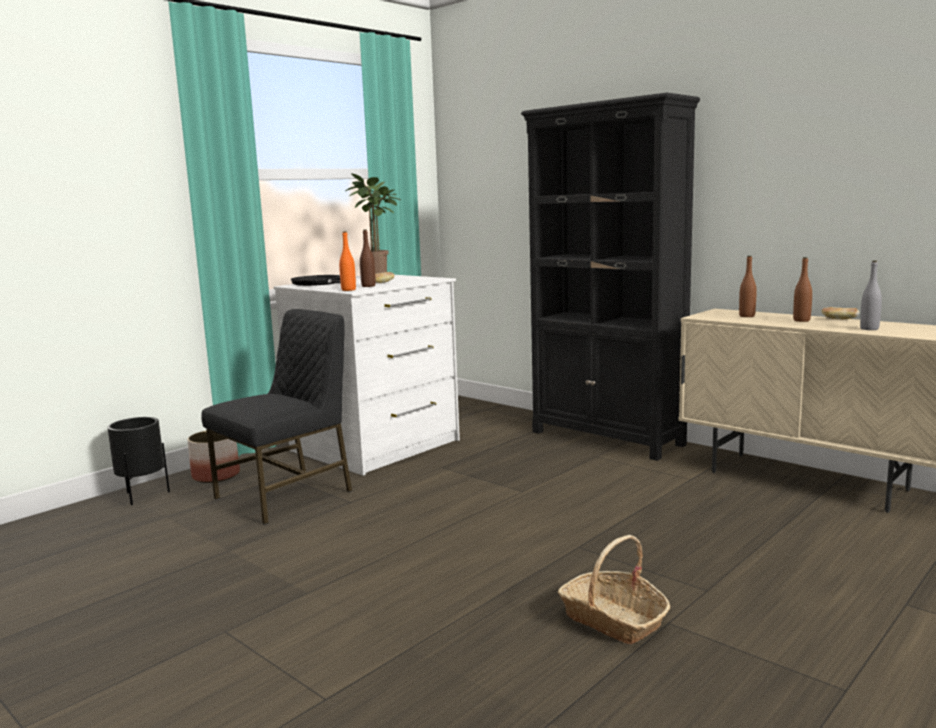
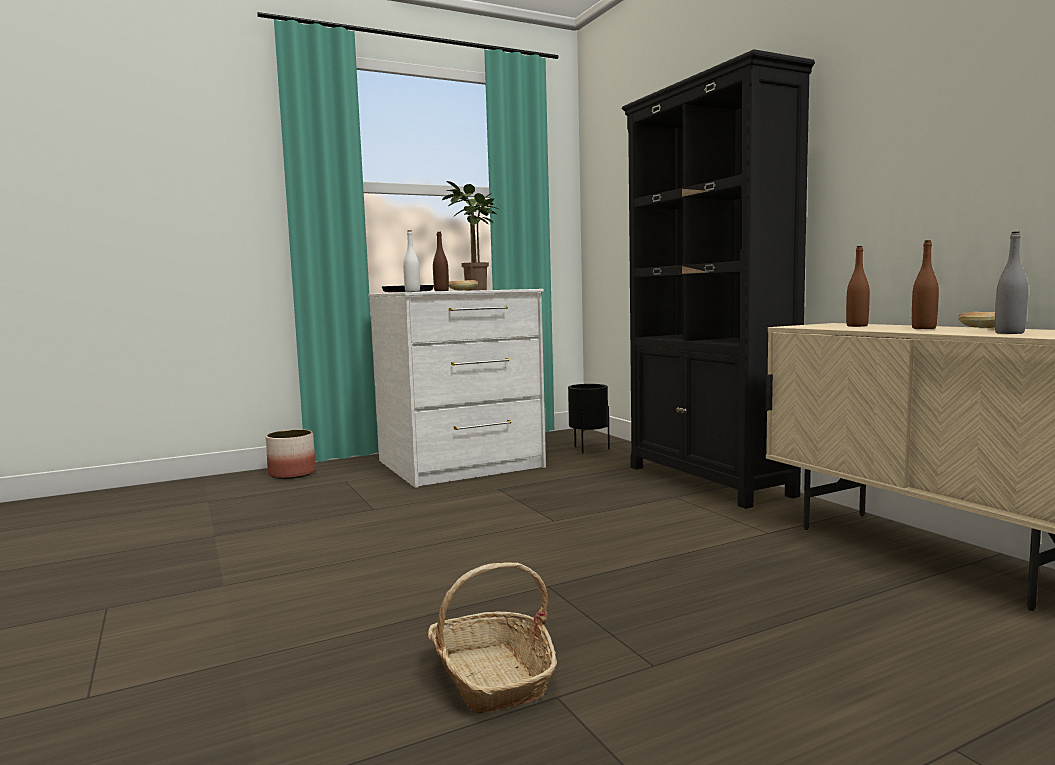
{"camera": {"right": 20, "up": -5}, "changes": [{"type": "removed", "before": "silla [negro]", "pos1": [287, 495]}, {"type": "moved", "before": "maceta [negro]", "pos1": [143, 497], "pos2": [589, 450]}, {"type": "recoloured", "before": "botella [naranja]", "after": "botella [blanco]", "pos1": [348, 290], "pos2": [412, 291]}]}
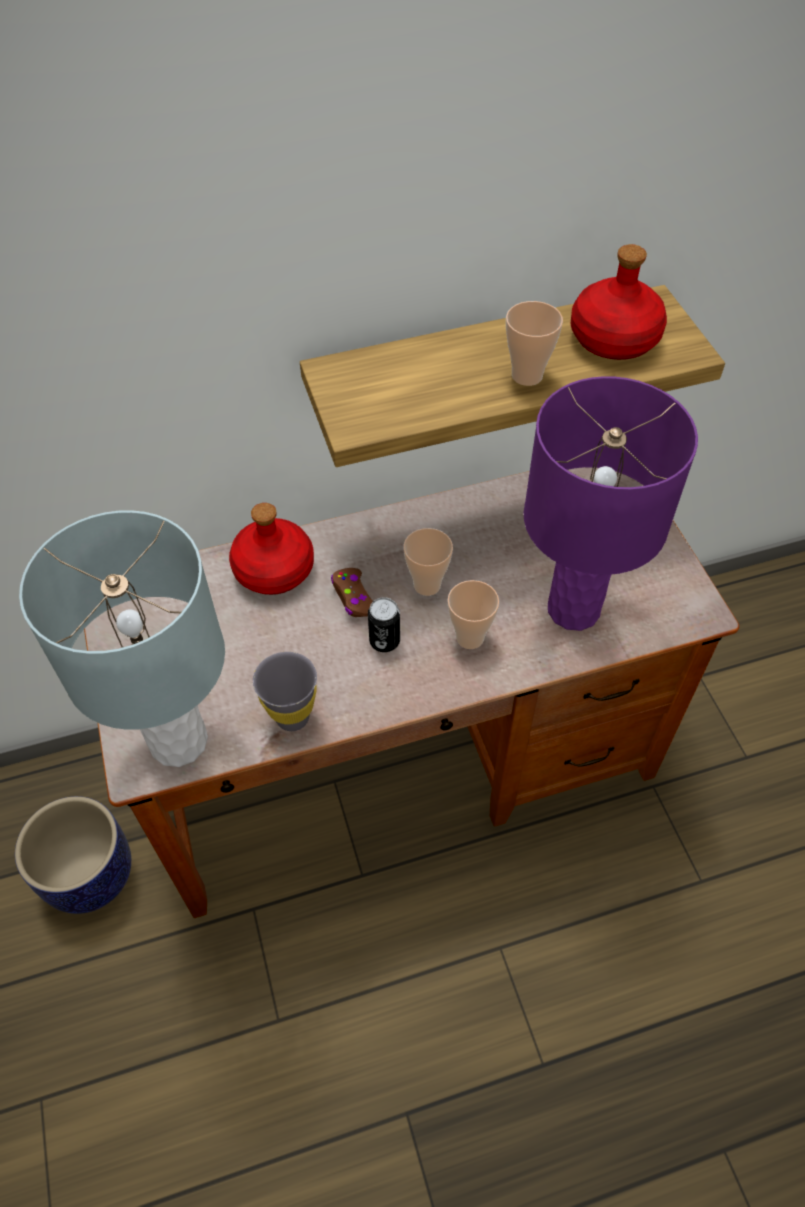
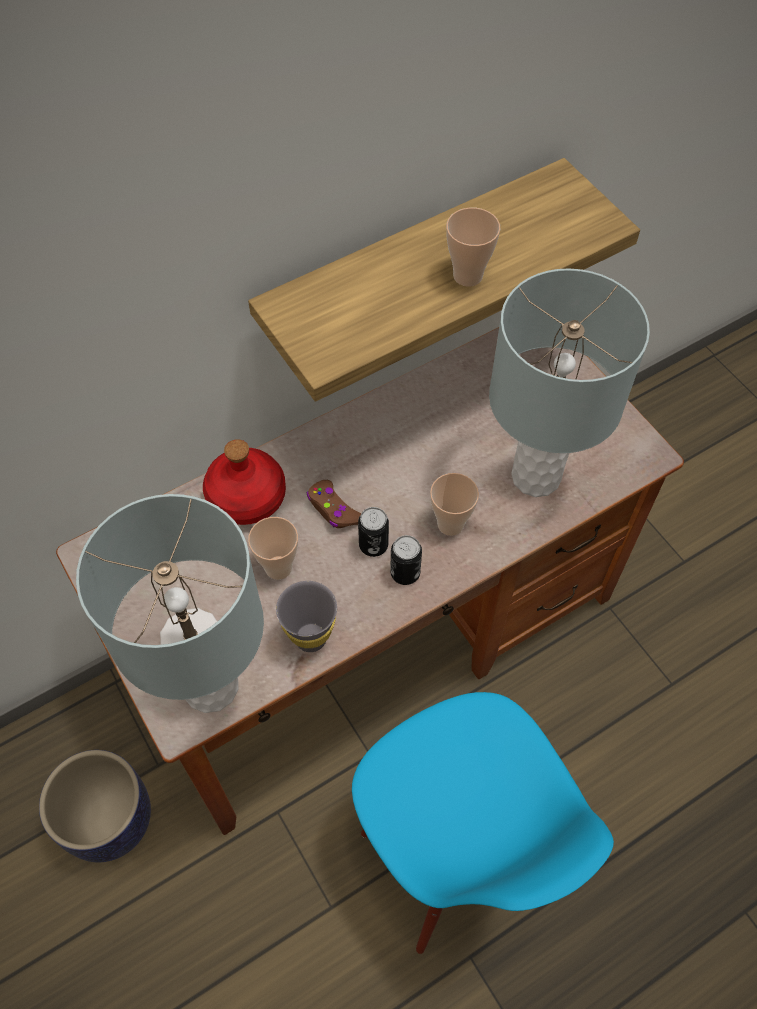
{"camera": {"right": -15, "up": 5}, "changes": [{"type": "removed", "before": "botella [rojo]", "pos1": [612, 339]}, {"type": "added", "after": "silla [azul]", "pos2": [459, 852]}, {"type": "added", "after": "lata", "pos2": [405, 573]}, {"type": "moved", "before": "taza", "pos1": [427, 585], "pos2": [278, 567]}, {"type": "recoloured", "before": "lámpara de mesa [morado]", "after": "lámpara de mesa [gris]", "pos1": [572, 609], "pos2": [535, 476]}]}
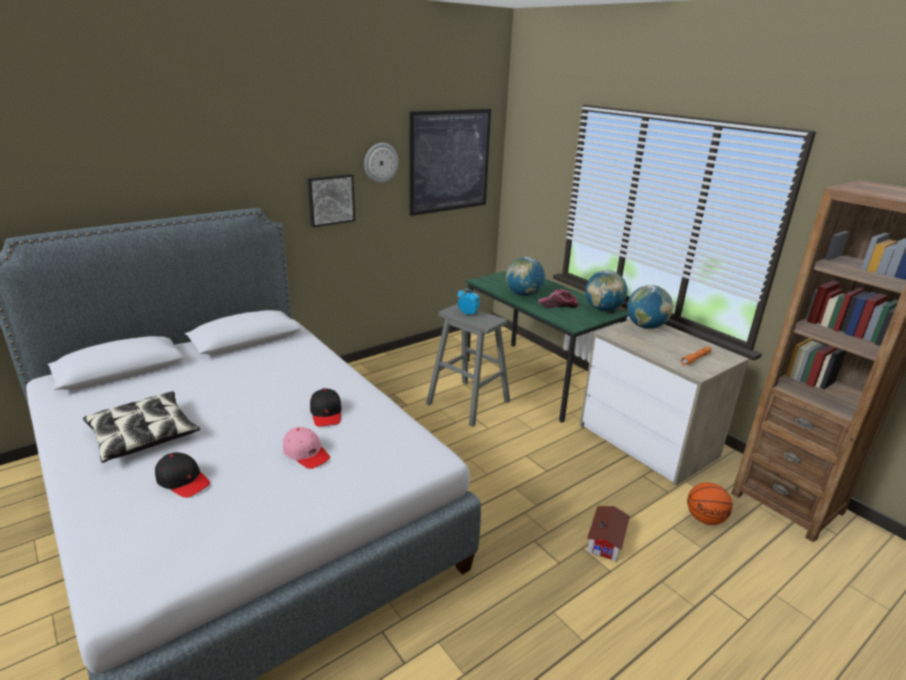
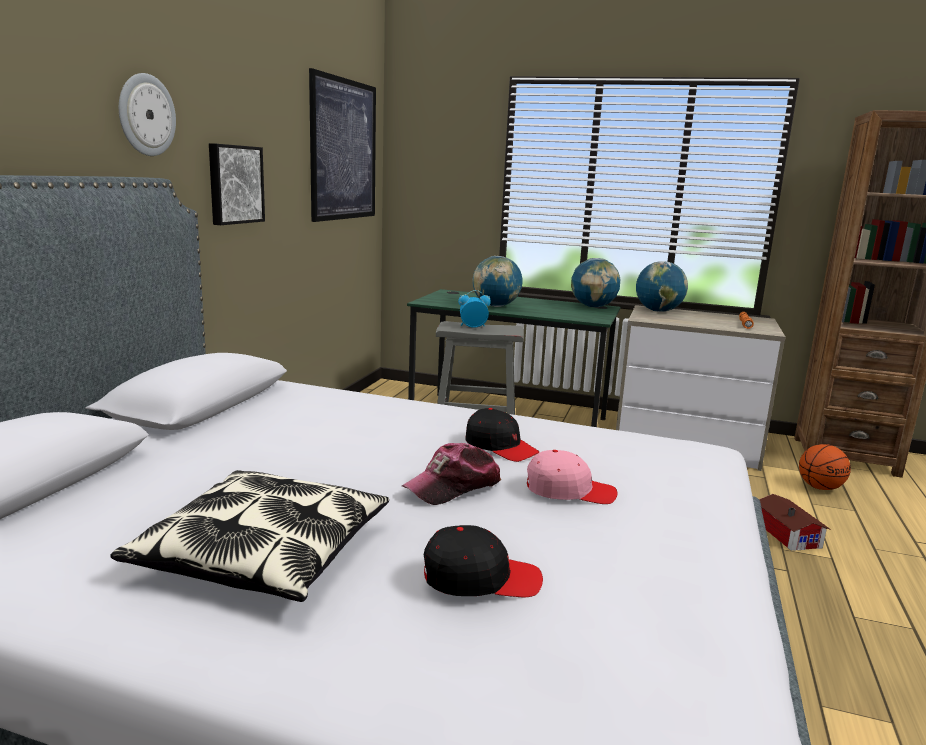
{"camera": {"right": -35, "up": -10}, "changes": [{"type": "moved", "before": "reloj de pared", "pos1": [380, 162], "pos2": [146, 115]}, {"type": "moved", "before": "gorra", "pos1": [558, 305], "pos2": [453, 486]}]}
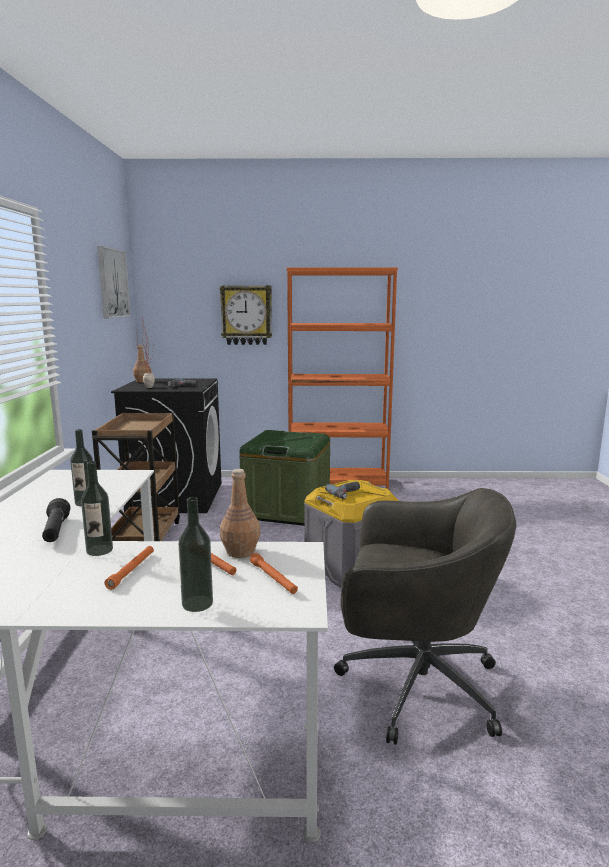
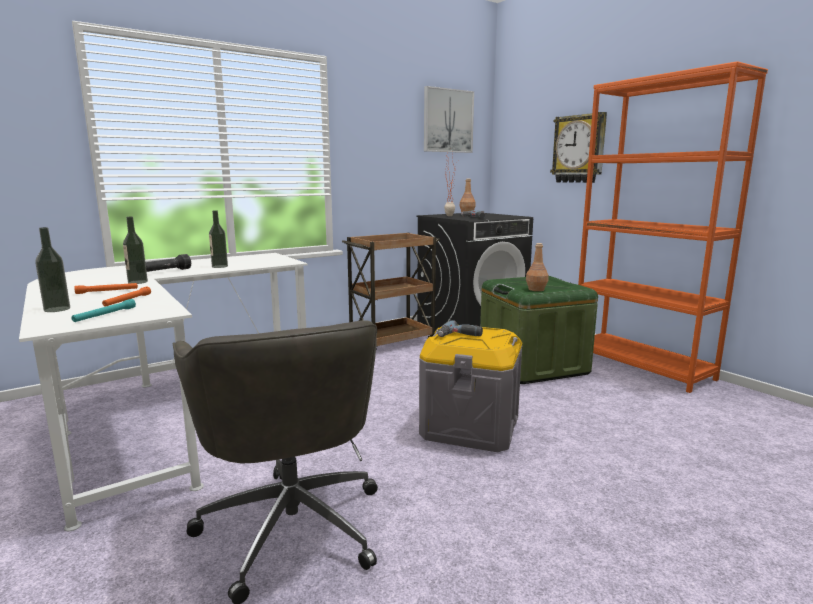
{"camera": {"right": 55, "up": 0}, "changes": [{"type": "moved", "before": "botella [marrón]", "pos1": [241, 552], "pos2": [536, 289]}, {"type": "recoloured", "before": "linterna [naranja]", "after": "linterna [turquesa]", "pos1": [273, 578], "pos2": [105, 315]}]}
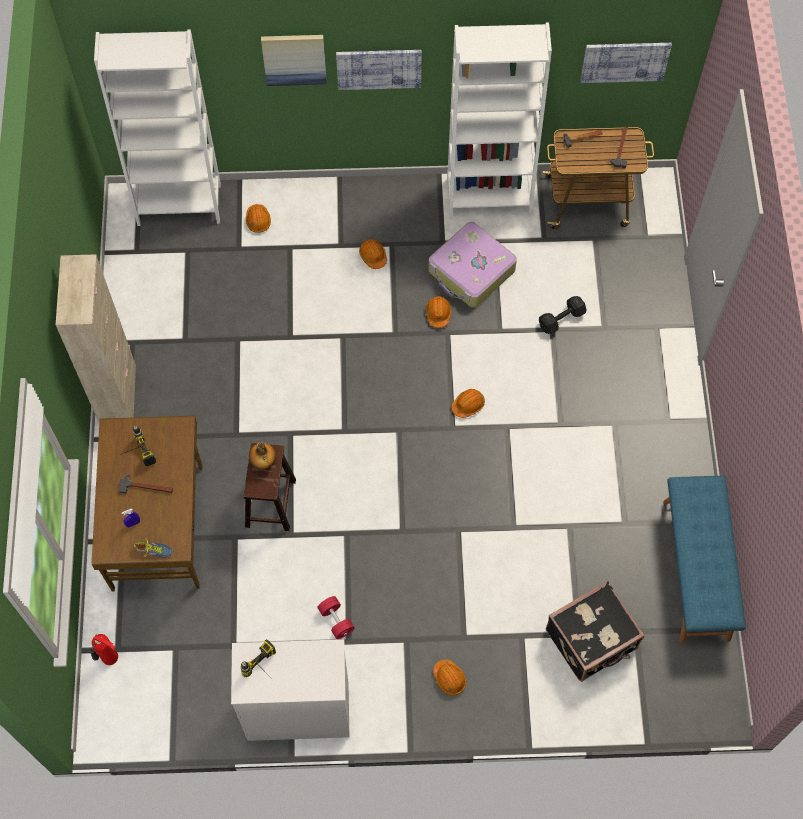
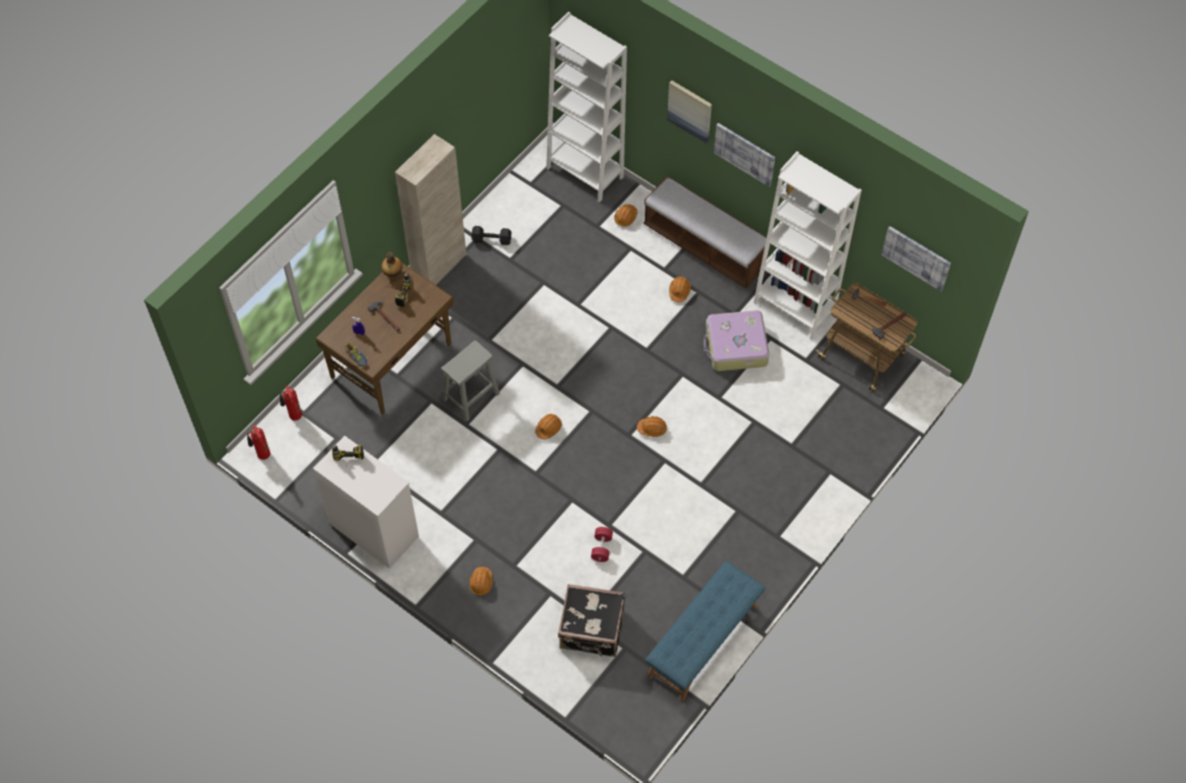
{"camera": {"right": 40, "up": -5}, "changes": [{"type": "added", "after": "extintor", "pos2": [263, 455]}, {"type": "added", "after": "banco", "pos2": [705, 247]}, {"type": "moved", "before": "botella", "pos1": [263, 462], "pos2": [392, 273]}, {"type": "moved", "before": "mancuerna [rojo]", "pos1": [336, 620], "pos2": [601, 548]}, {"type": "moved", "before": "casco [naranja]", "pos1": [438, 313], "pos2": [548, 428]}, {"type": "moved", "before": "mancuerna [negro]", "pos1": [562, 319], "pos2": [492, 240]}, {"type": "recoloured", "before": "taburete [marrón]", "after": "taburete [gris]", "pos1": [270, 504], "pos2": [470, 397]}]}
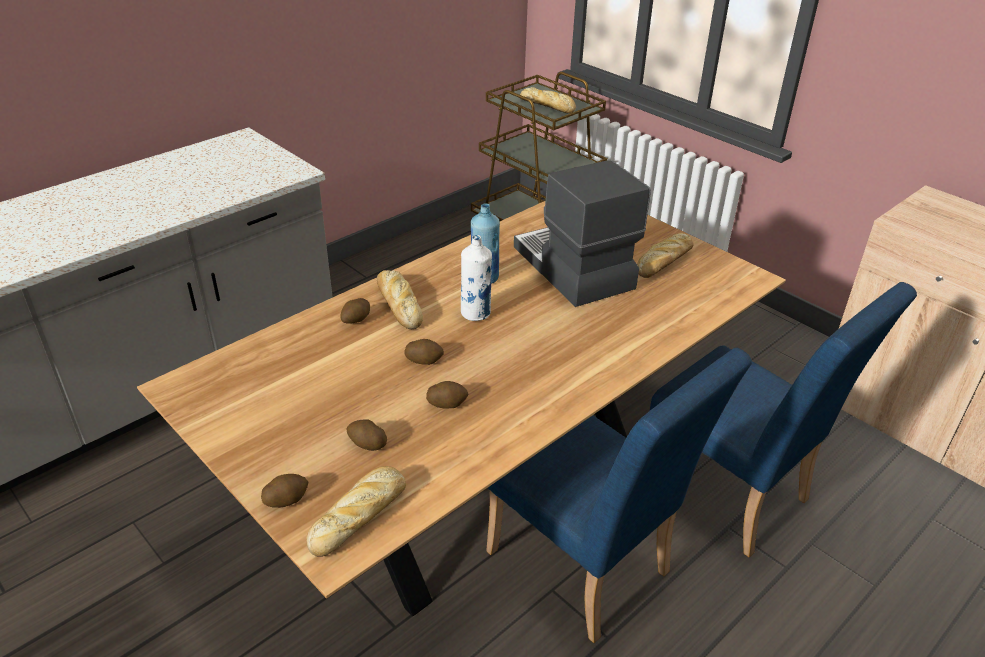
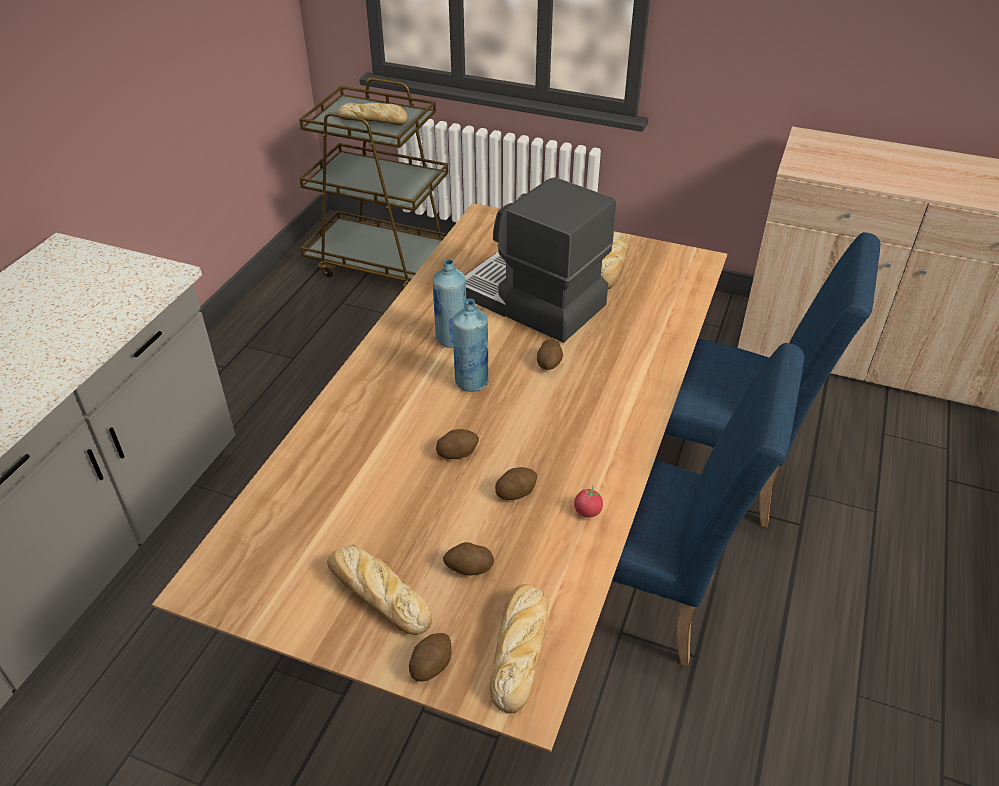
{"camera": {"right": -25, "up": 5}, "changes": [{"type": "added", "after": "tomate", "pos2": [587, 511]}, {"type": "moved", "before": "patata", "pos1": [356, 320], "pos2": [549, 364]}, {"type": "moved", "before": "pan", "pos1": [398, 304], "pos2": [377, 594]}, {"type": "recoloured", "before": "botella [blanco]", "after": "botella [azul]", "pos1": [475, 313], "pos2": [471, 382]}]}
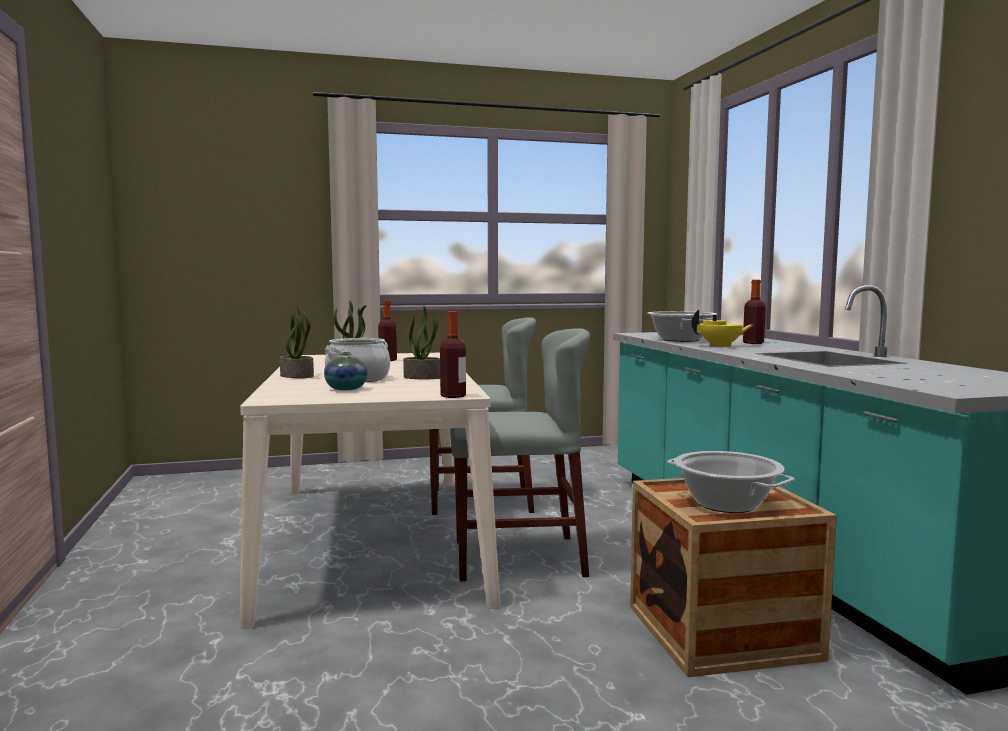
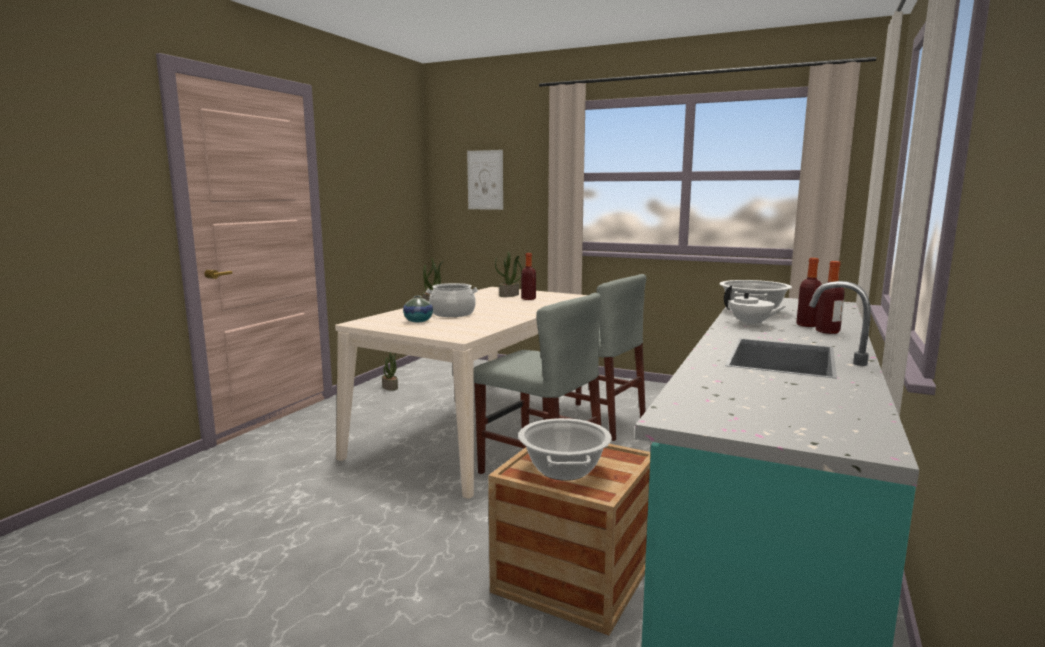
{"camera": {"right": 40, "up": 5}, "changes": [{"type": "added", "after": "cuadro", "pos2": [485, 180]}, {"type": "moved", "before": "planta en maceta", "pos1": [423, 377], "pos2": [390, 387]}, {"type": "moved", "before": "botella", "pos1": [453, 396], "pos2": [827, 331]}, {"type": "recoloured", "before": "tetera [amarillo]", "after": "tetera [blanco]", "pos1": [720, 346], "pos2": [751, 324]}]}
